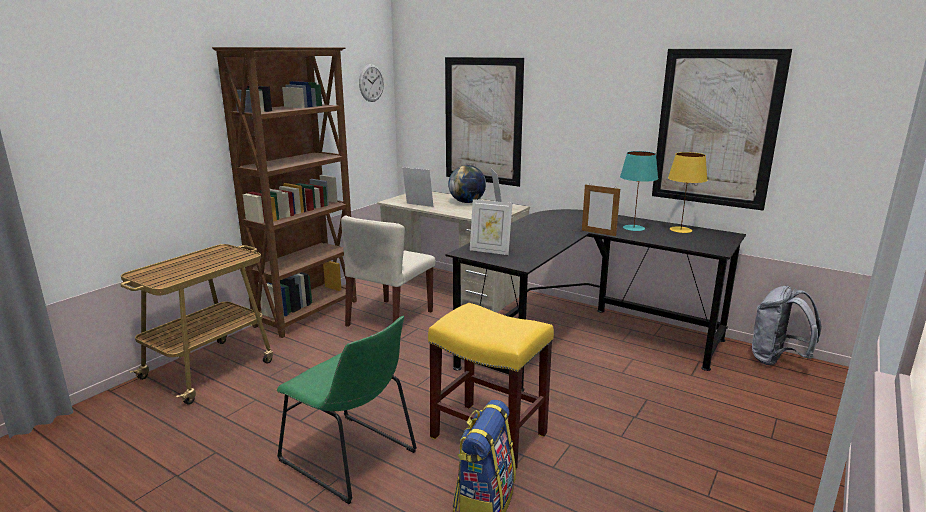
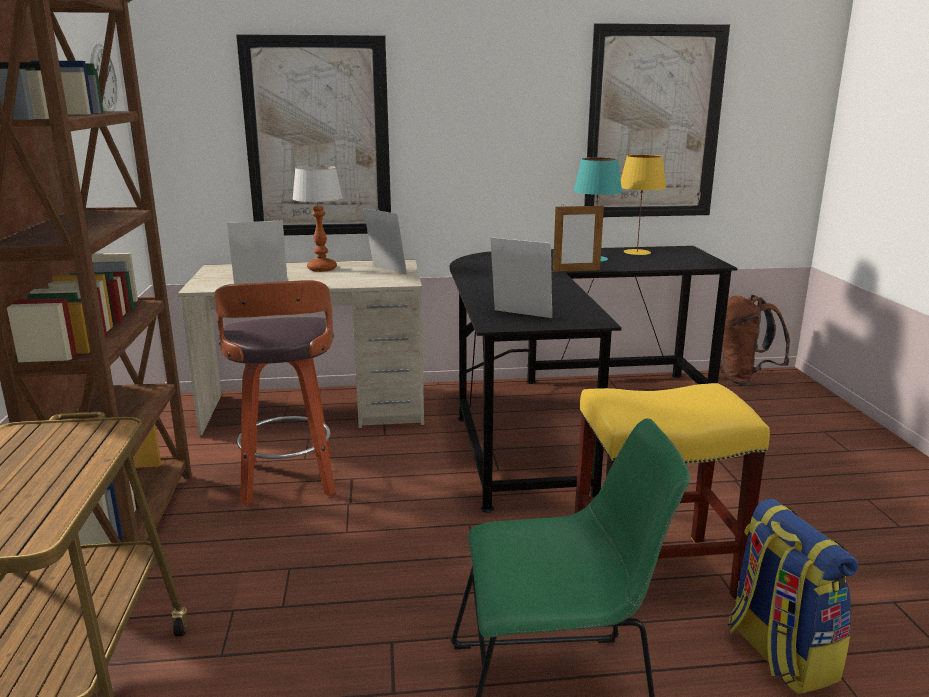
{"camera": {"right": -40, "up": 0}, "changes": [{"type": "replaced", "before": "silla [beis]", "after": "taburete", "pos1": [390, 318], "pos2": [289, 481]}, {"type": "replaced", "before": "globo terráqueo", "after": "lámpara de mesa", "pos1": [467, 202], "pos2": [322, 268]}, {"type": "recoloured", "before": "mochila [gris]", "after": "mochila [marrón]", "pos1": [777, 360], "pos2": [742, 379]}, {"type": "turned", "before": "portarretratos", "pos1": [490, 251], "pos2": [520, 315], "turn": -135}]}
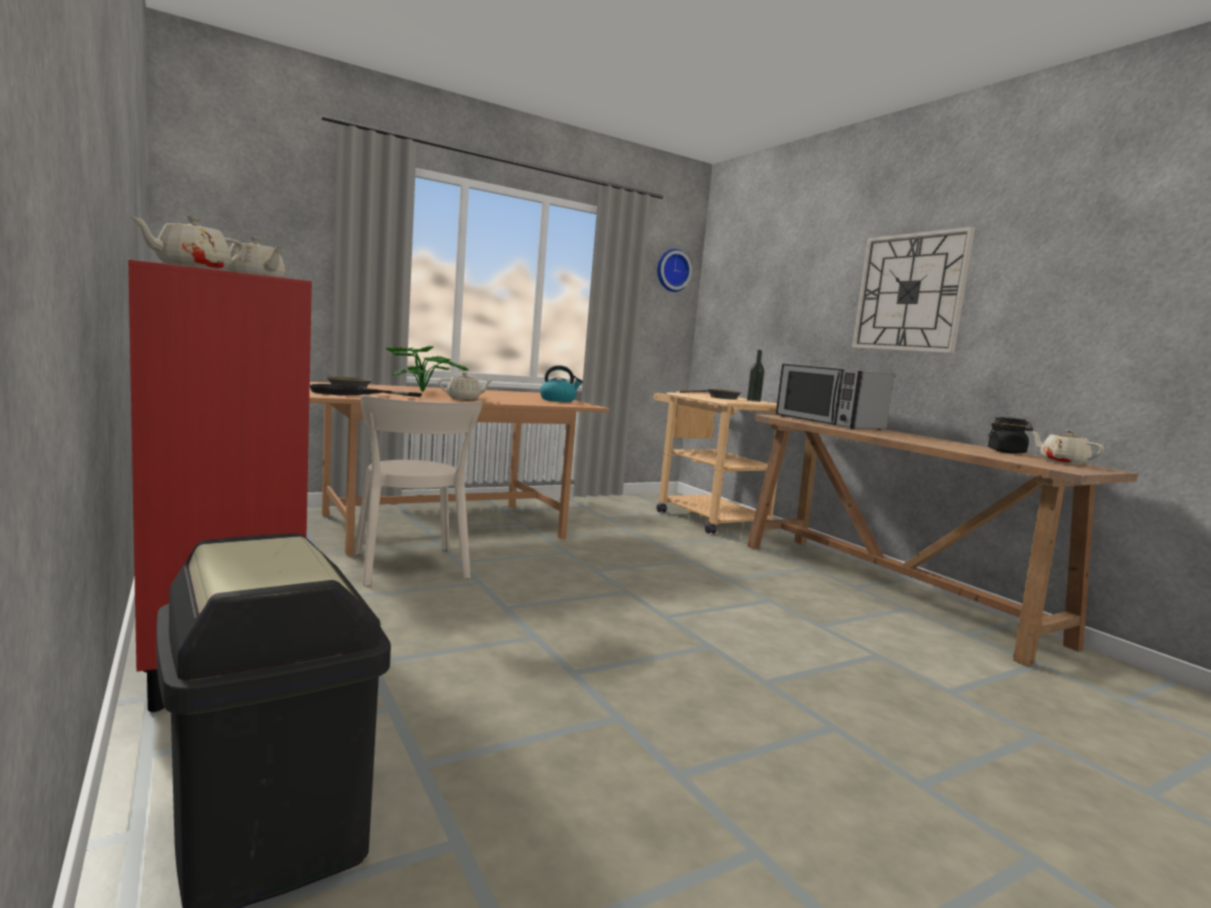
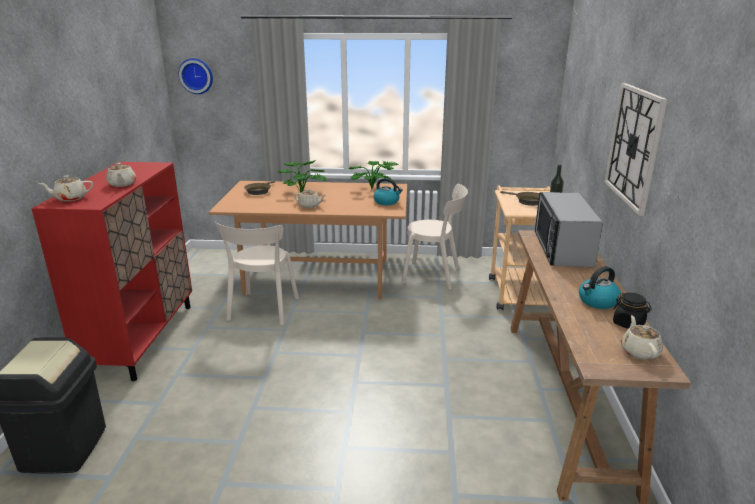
{"camera": {"right": 35, "up": 15}, "changes": [{"type": "removed", "before": "sartén [negro]", "pos1": [350, 393]}, {"type": "added", "after": "planta en maceta", "pos2": [373, 190]}, {"type": "added", "after": "silla [beis]", "pos2": [434, 275]}, {"type": "added", "after": "hervidor", "pos2": [597, 301]}, {"type": "moved", "before": "reloj de pared", "pos1": [672, 270], "pos2": [196, 76]}]}
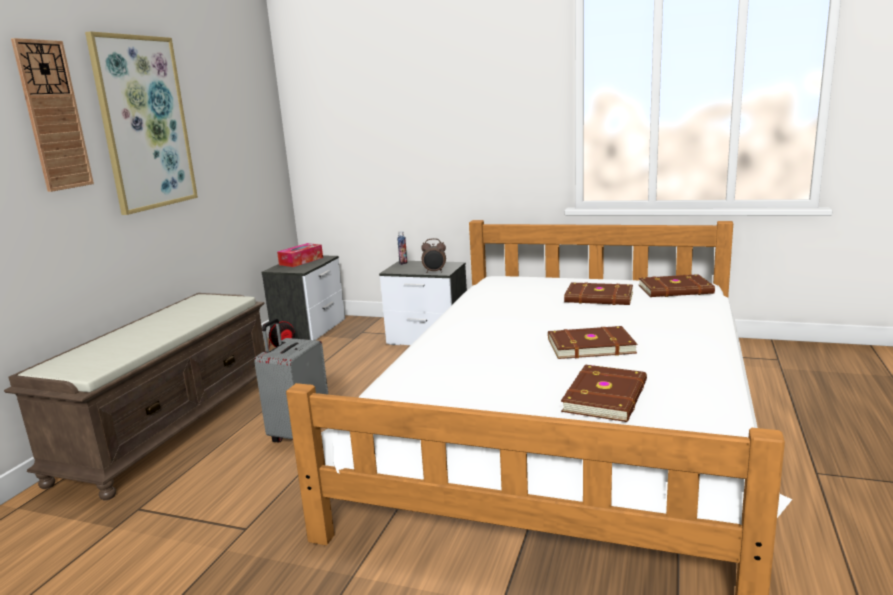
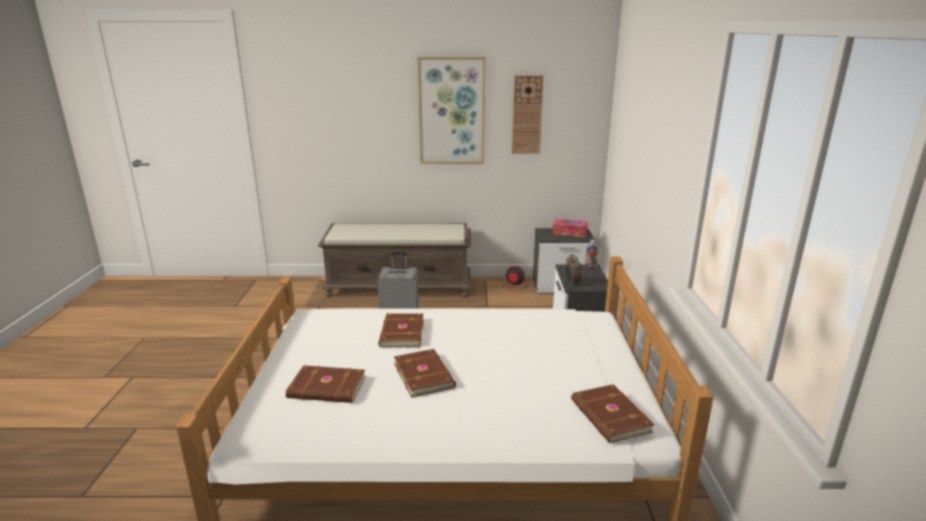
{"camera": {"right": 70, "up": 5}, "changes": [{"type": "moved", "before": "reloj de pared", "pos1": [53, 116], "pos2": [527, 115]}, {"type": "moved", "before": "libro [marrón]", "pos1": [599, 298], "pos2": [401, 333]}]}
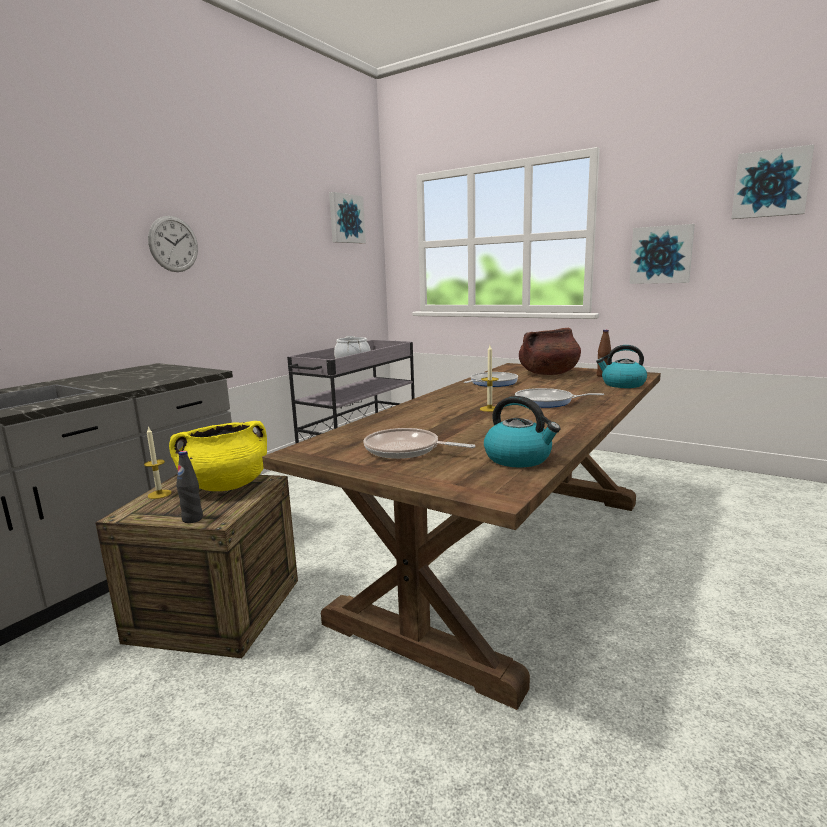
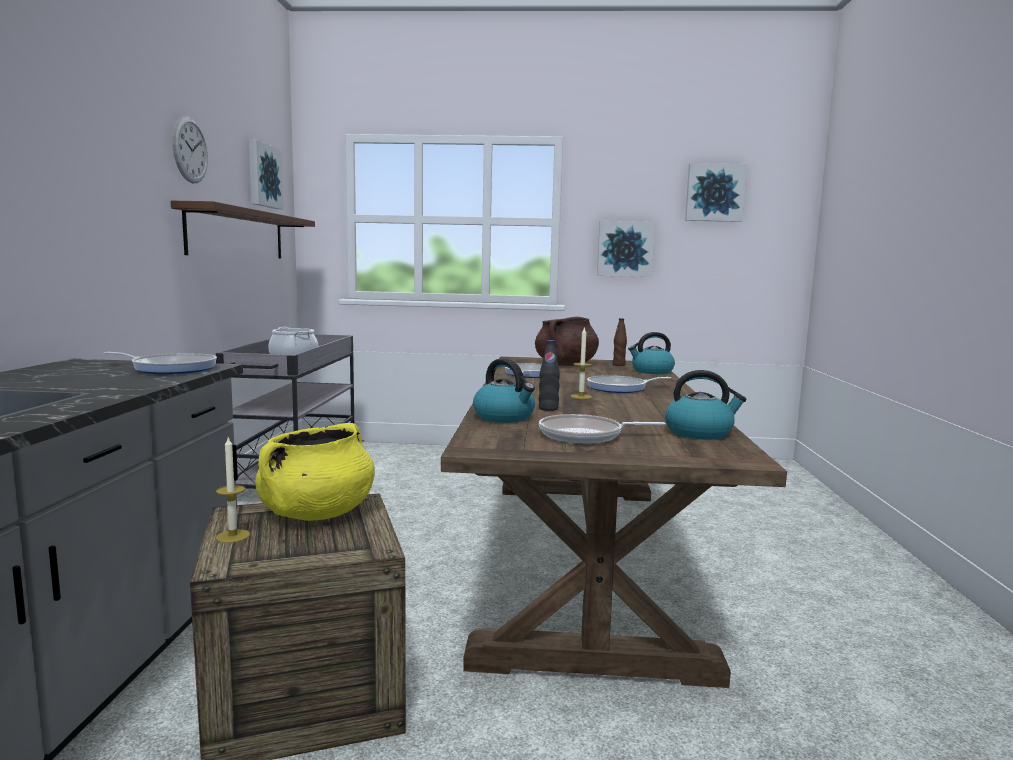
{"camera": {"right": -30, "up": -5}, "changes": [{"type": "added", "after": "sartén", "pos2": [171, 368]}, {"type": "added", "after": "estante [marrón]", "pos2": [238, 234]}, {"type": "added", "after": "hervidor", "pos2": [505, 417]}, {"type": "moved", "before": "reloj de pared", "pos1": [173, 244], "pos2": [190, 150]}, {"type": "moved", "before": "botella [negro]", "pos1": [192, 519], "pos2": [548, 409]}]}
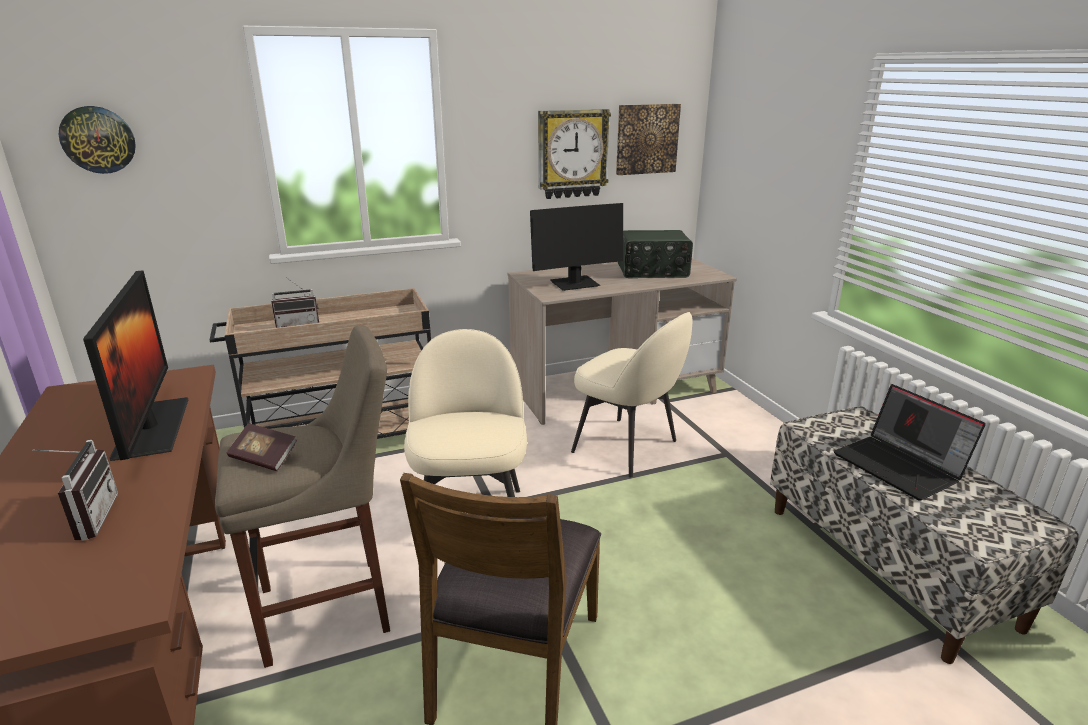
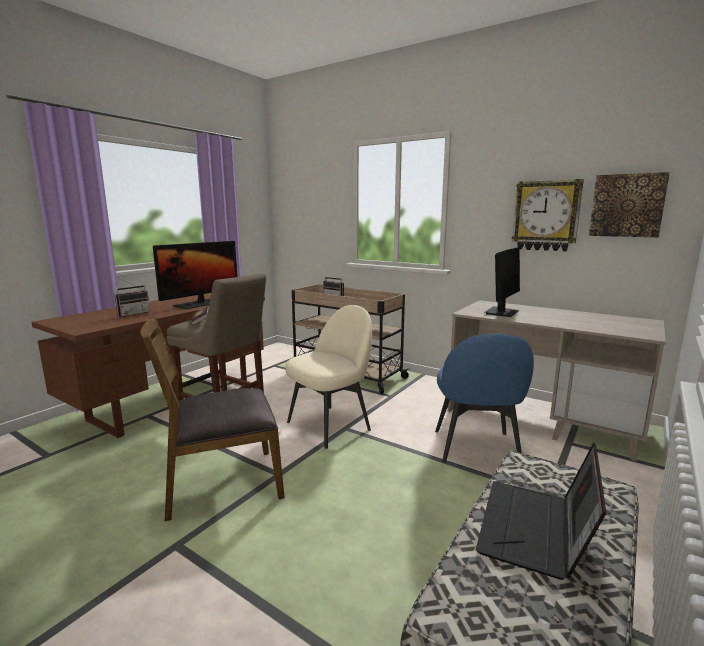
{"camera": {"right": 55, "up": -10}, "changes": [{"type": "removed", "before": "reloj de pared", "pos1": [98, 140]}, {"type": "removed", "before": "radio", "pos1": [653, 272]}, {"type": "recoloured", "before": "silla [beis]", "after": "silla [azul]", "pos1": [627, 447], "pos2": [476, 448]}, {"type": "turned", "before": "monitor", "pos1": [575, 284], "pos2": [502, 312], "turn": -90}]}
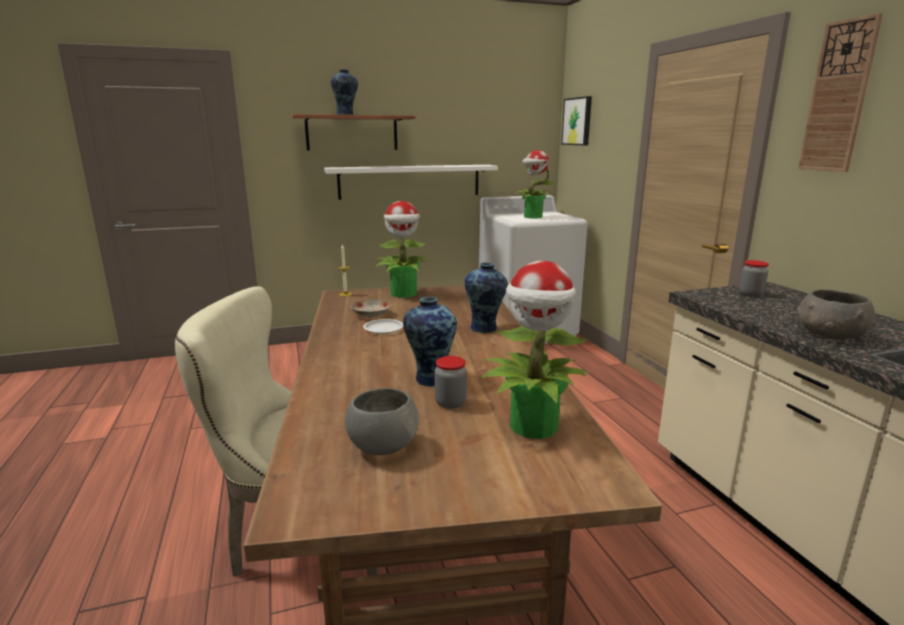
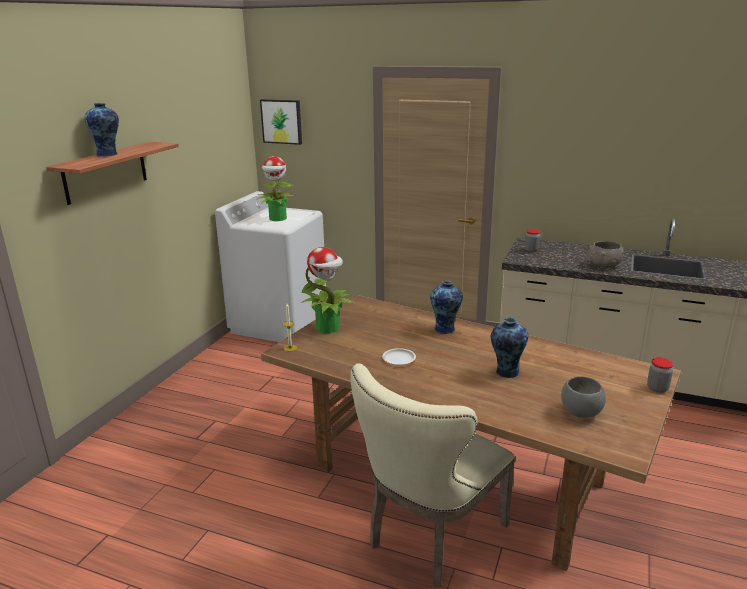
{"camera": {"right": -50, "up": 5}, "changes": [{"type": "removed", "before": "estante [blanco]", "pos1": [410, 181]}, {"type": "removed", "before": "plato", "pos1": [370, 315]}, {"type": "removed", "before": "planta en maceta", "pos1": [534, 427]}, {"type": "removed", "before": "reloj de pared", "pos1": [838, 97]}, {"type": "moved", "before": "tarro", "pos1": [450, 403], "pos2": [657, 388]}]}
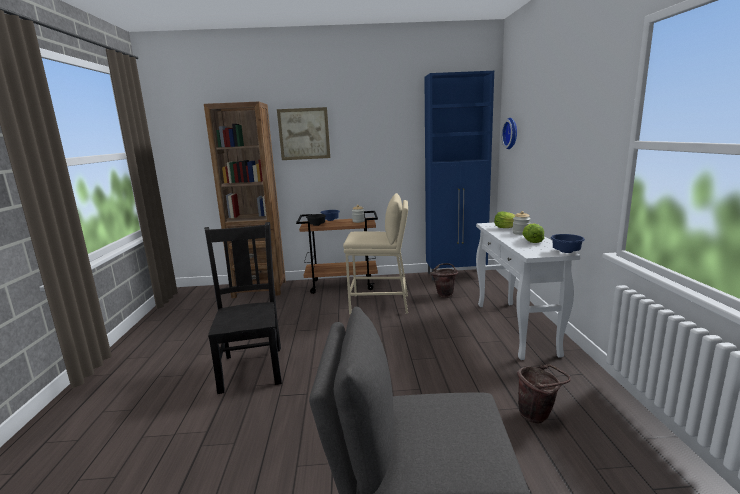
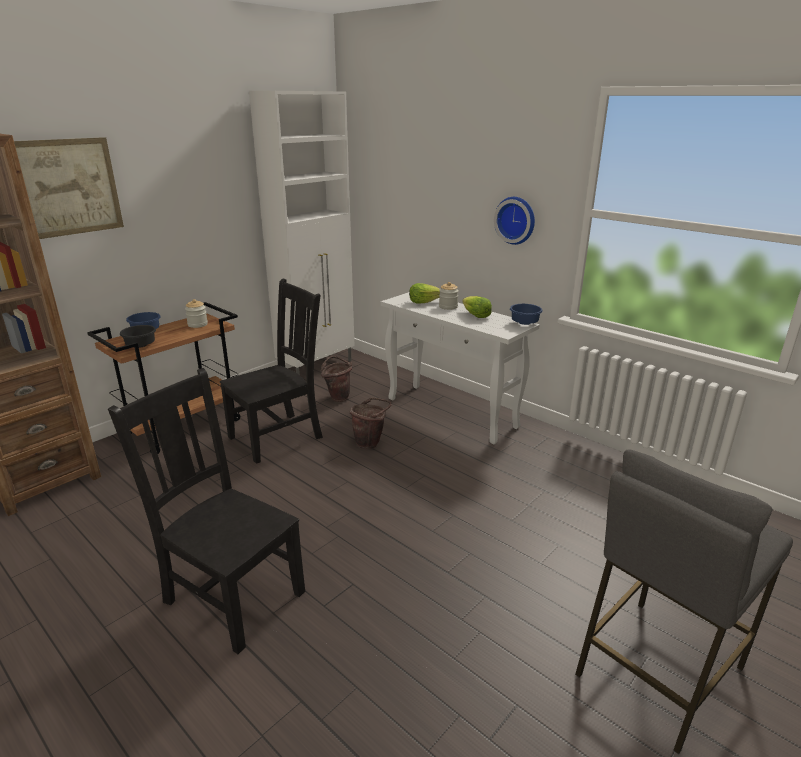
{"camera": {"right": -45, "up": 10}, "changes": [{"type": "moved", "before": "reloj de pared", "pos1": [512, 133], "pos2": [516, 220]}, {"type": "moved", "before": "cubo [marrón]", "pos1": [538, 416], "pos2": [370, 443]}, {"type": "replaced", "before": "taburete [beis]", "after": "silla [negro]", "pos1": [380, 304], "pos2": [278, 436]}, {"type": "recoloured", "before": "armario [azul]", "after": "armario [blanco]", "pos1": [456, 275], "pos2": [317, 367]}]}
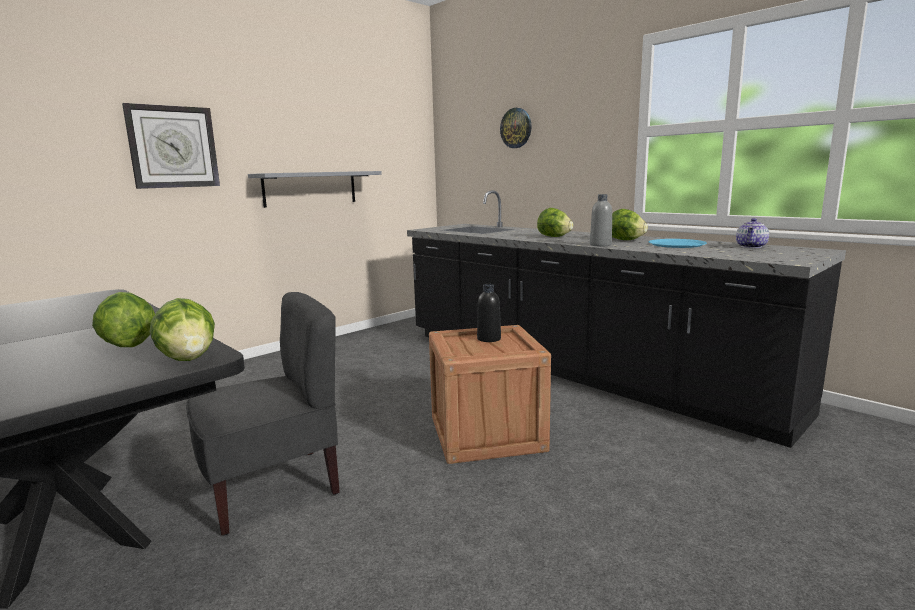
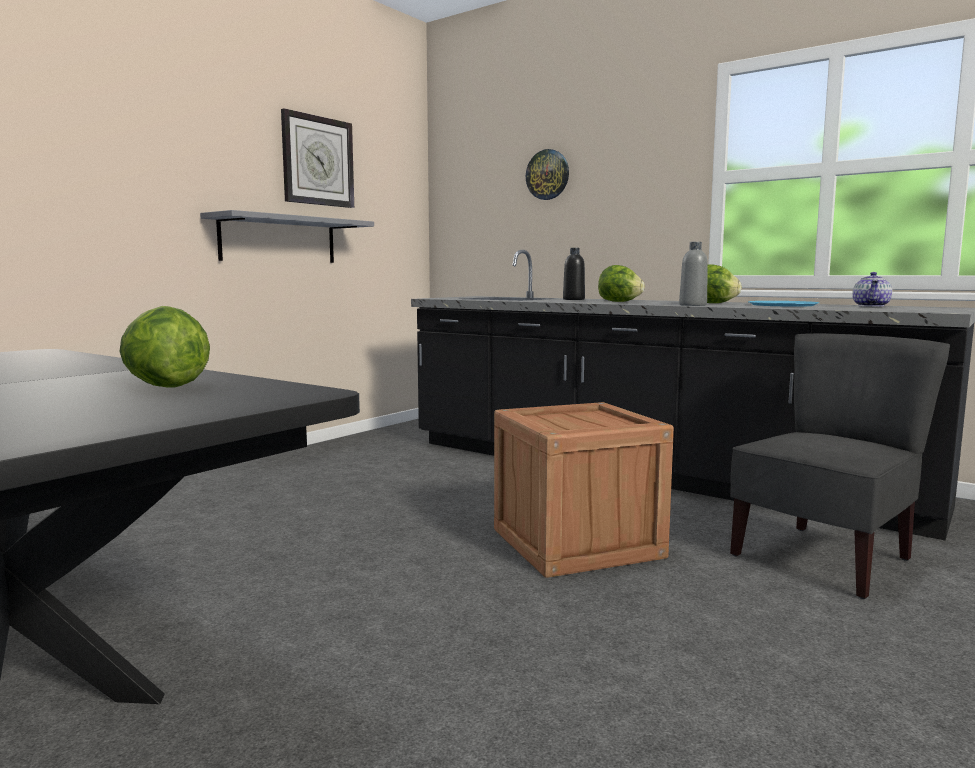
{"camera": {"right": -10, "up": -5}, "changes": [{"type": "removed", "before": "lechuga", "pos1": [188, 358]}, {"type": "moved", "before": "reloj de pared", "pos1": [173, 147], "pos2": [317, 161]}, {"type": "moved", "before": "silla [gris]", "pos1": [272, 487], "pos2": [824, 559]}, {"type": "moved", "before": "botella [negro]", "pos1": [489, 339], "pos2": [573, 299]}]}
